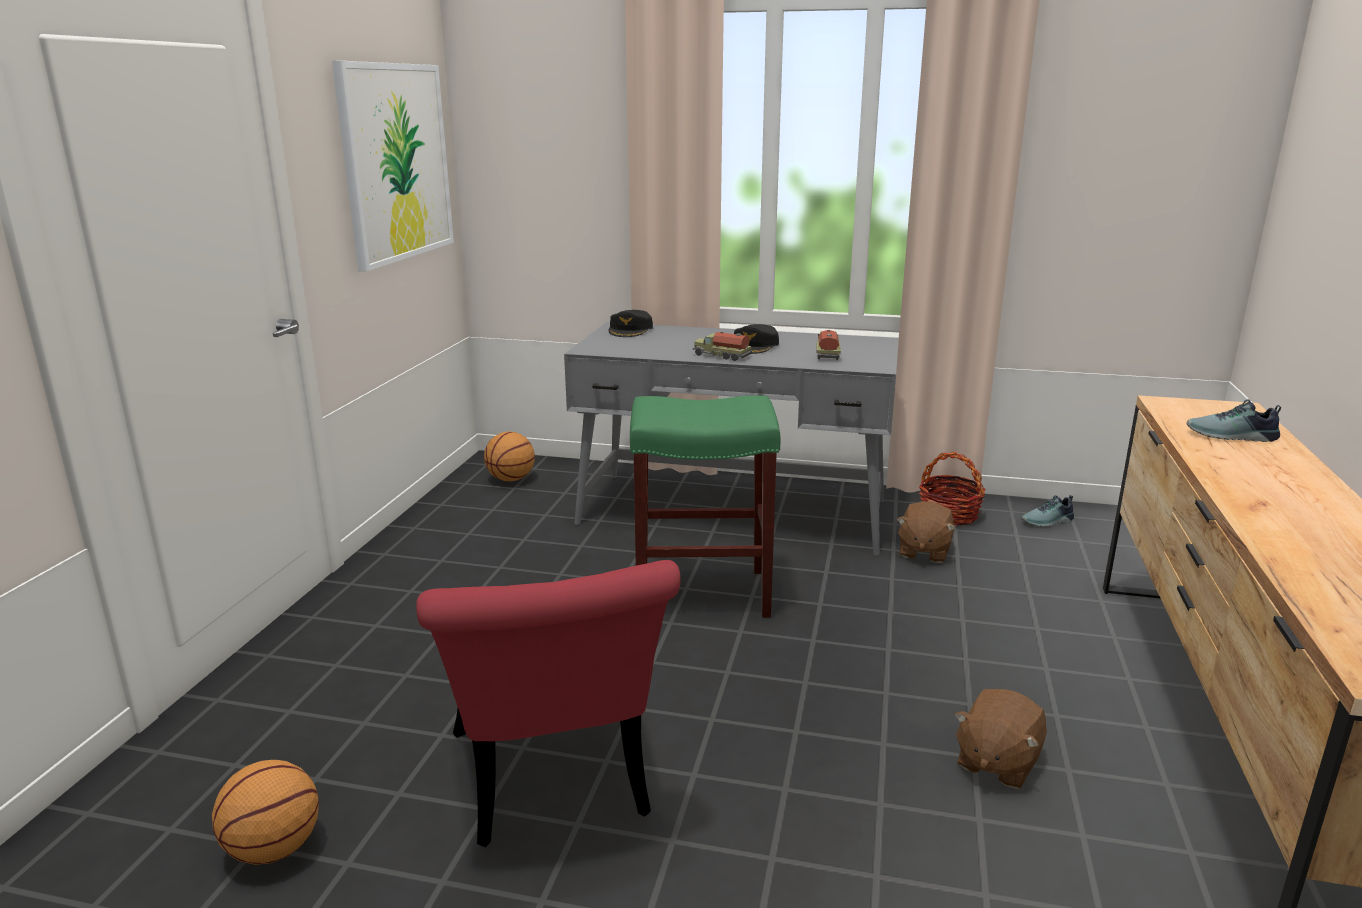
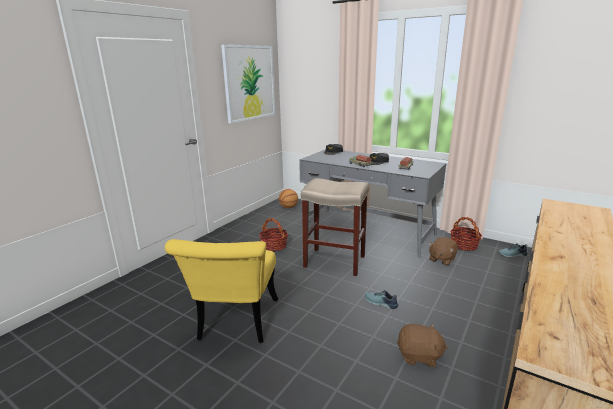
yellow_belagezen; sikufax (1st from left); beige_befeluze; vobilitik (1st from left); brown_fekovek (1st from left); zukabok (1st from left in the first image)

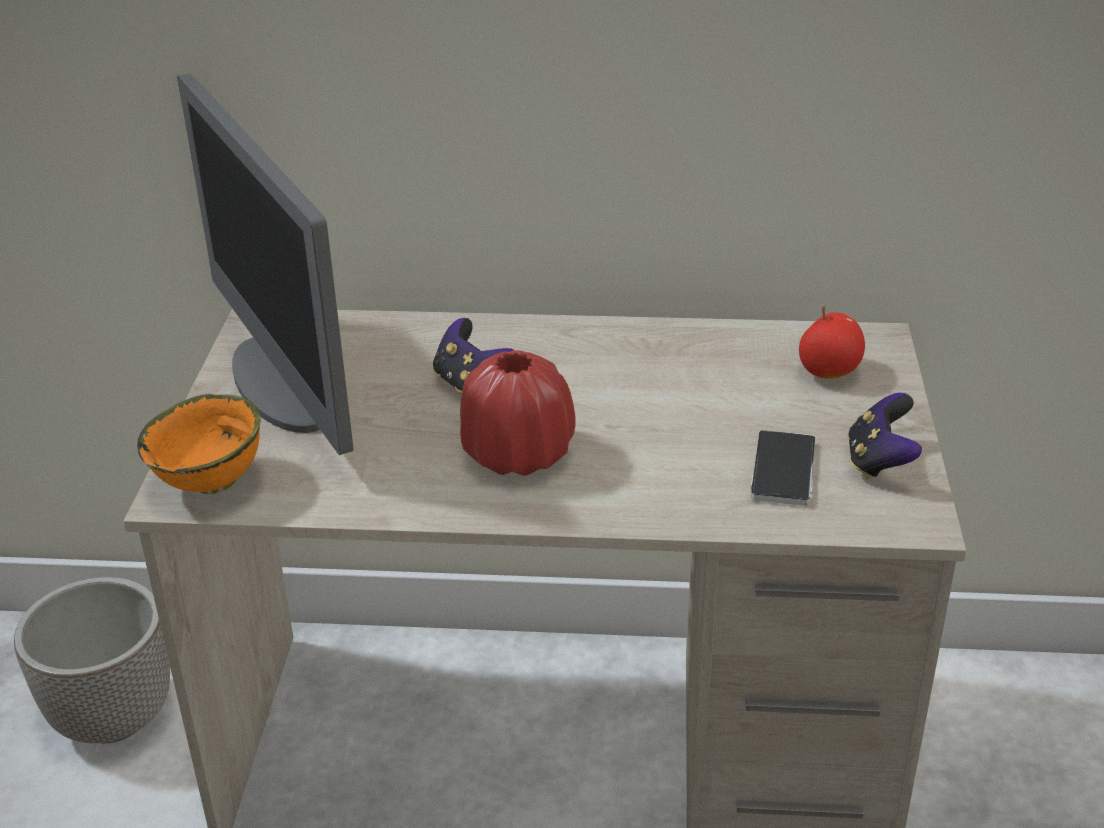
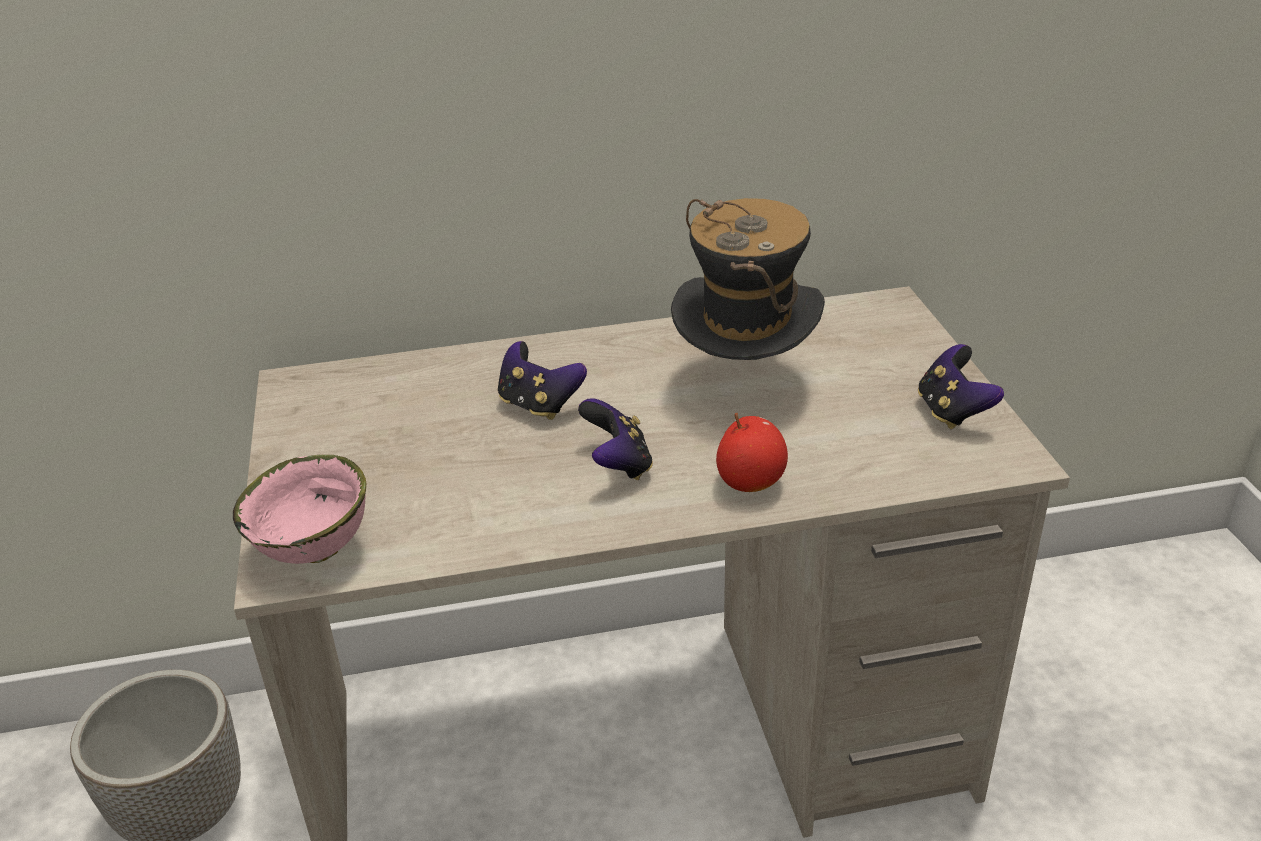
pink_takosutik; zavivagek (2nd from left); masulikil; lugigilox; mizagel; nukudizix

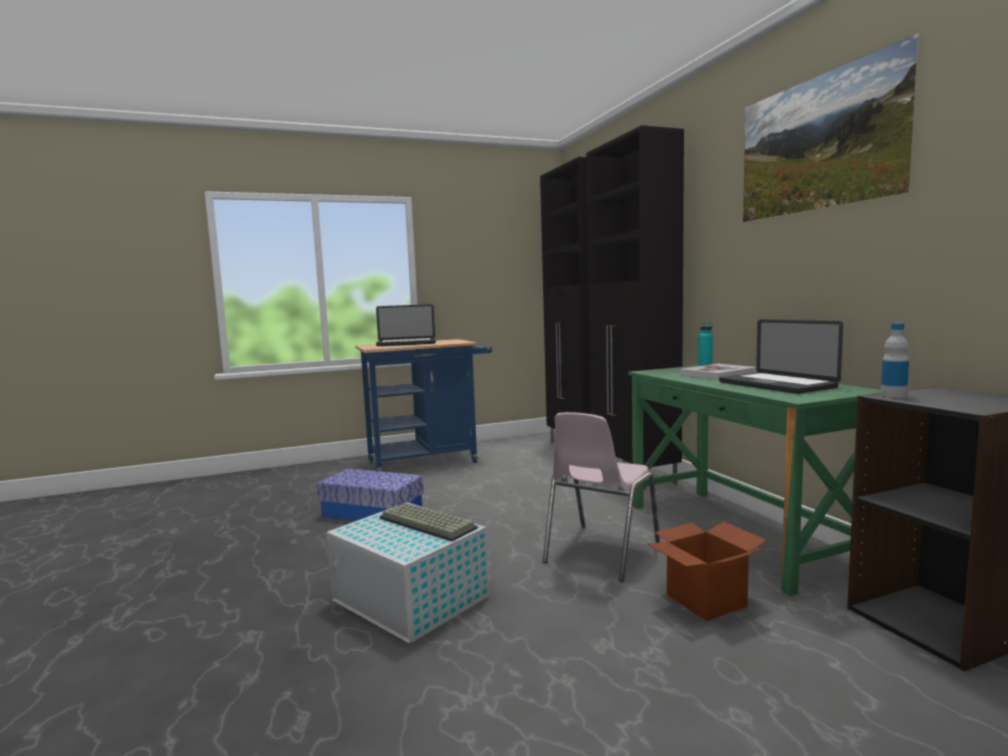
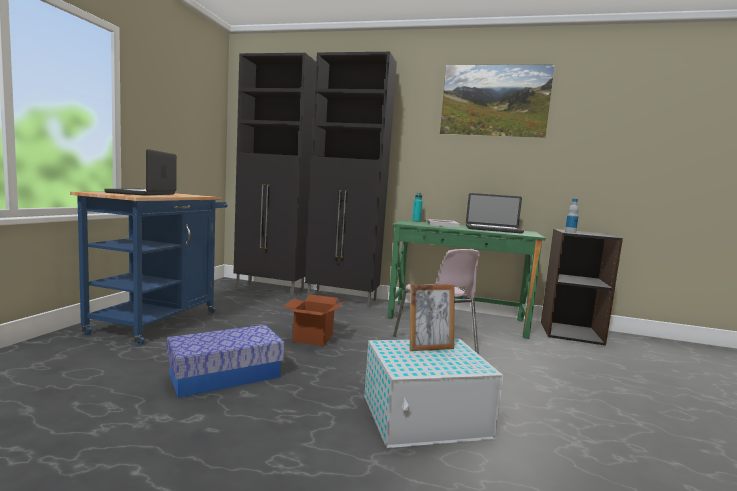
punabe (1st from left); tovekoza; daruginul

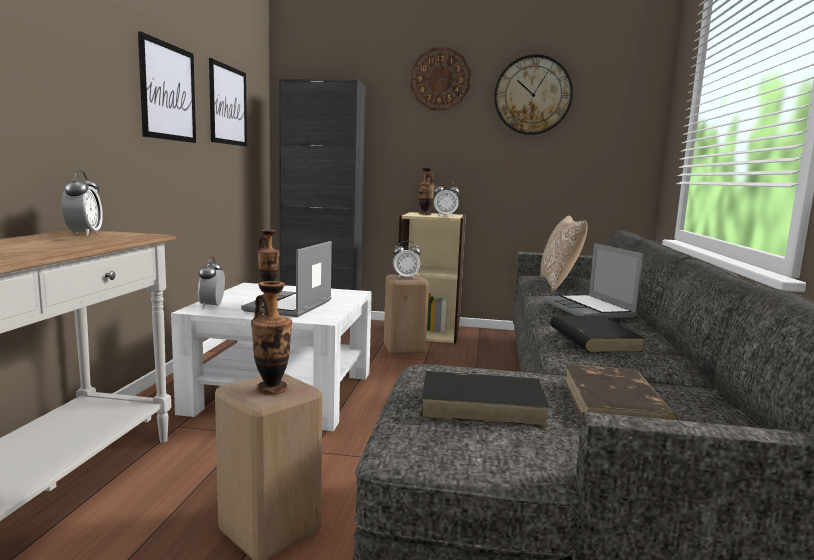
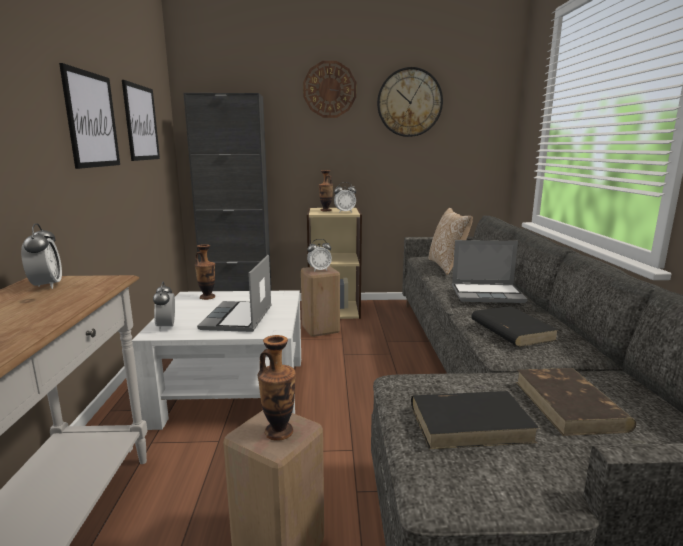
punabe (2nd from left)

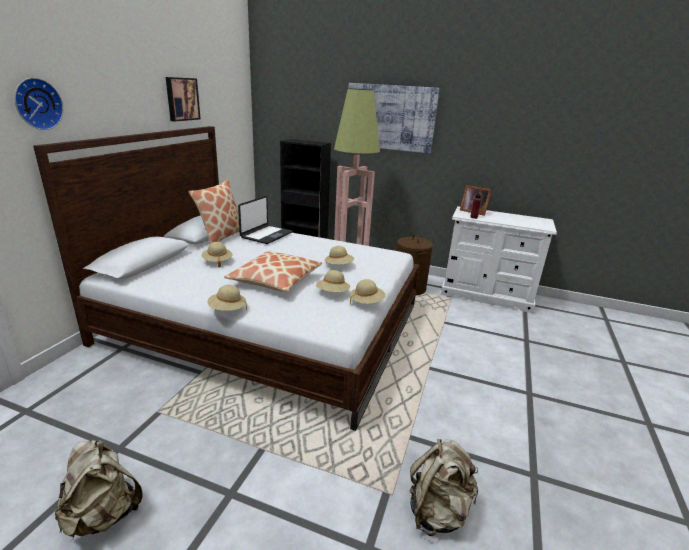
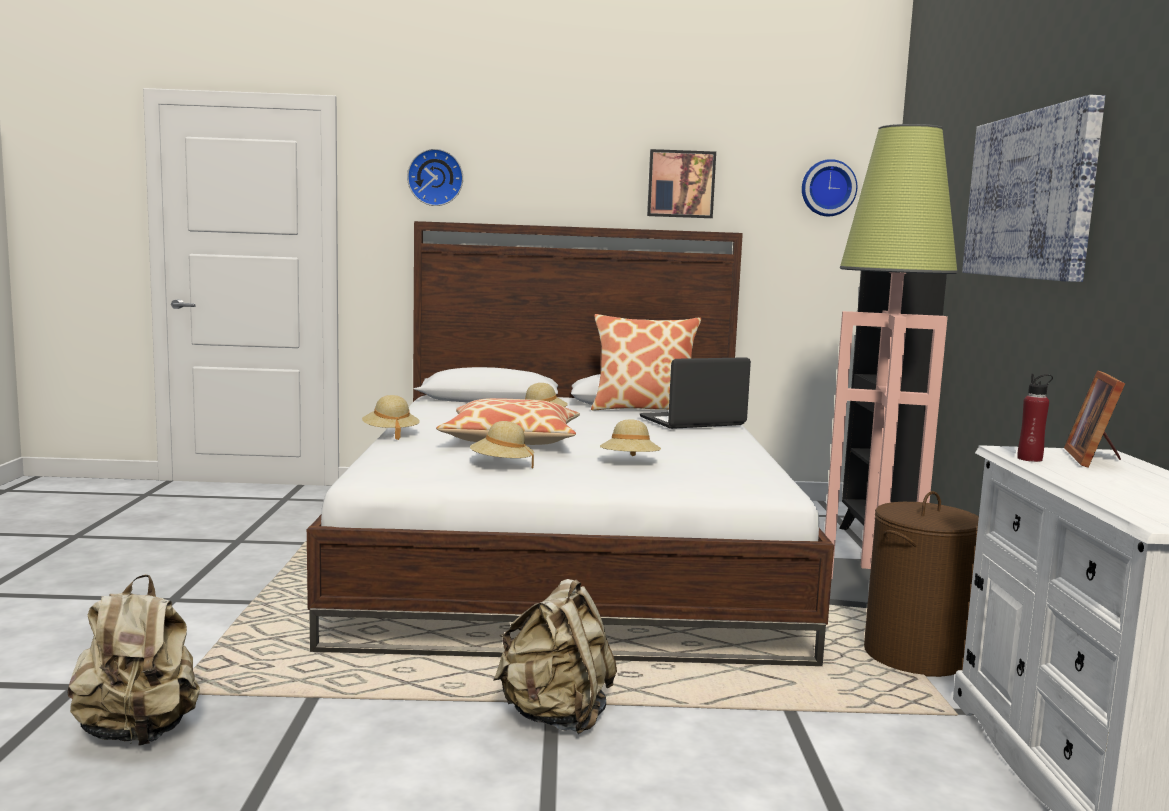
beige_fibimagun (2nd from left); punabe; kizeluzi (2nd from left); beige_masulikil (5th from left in the first image)

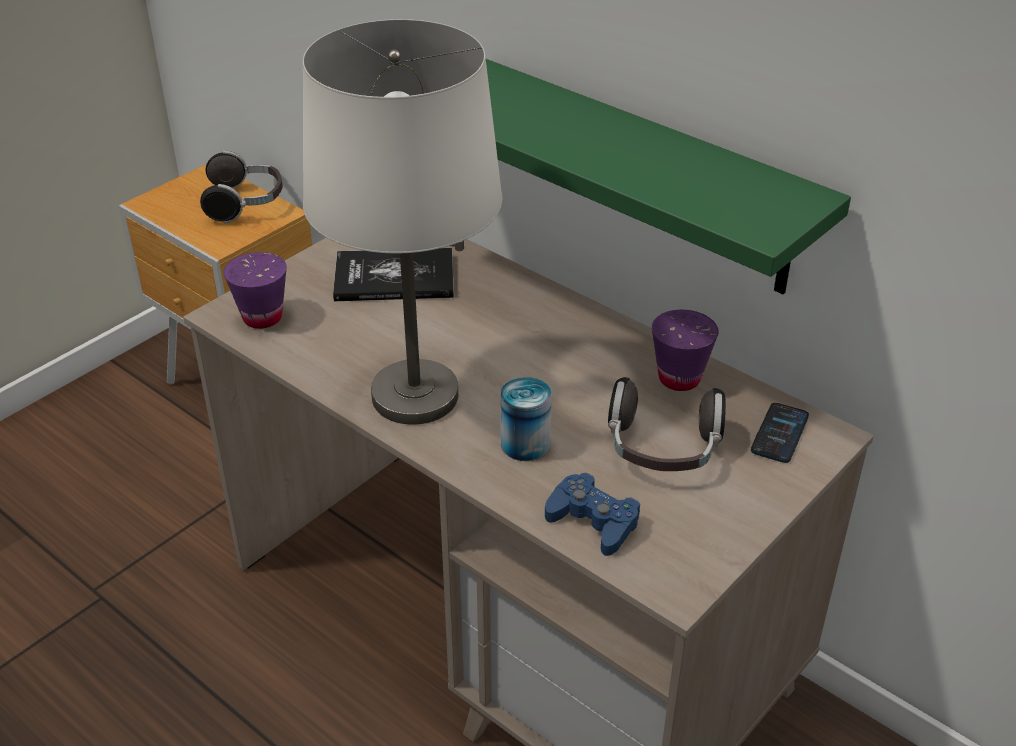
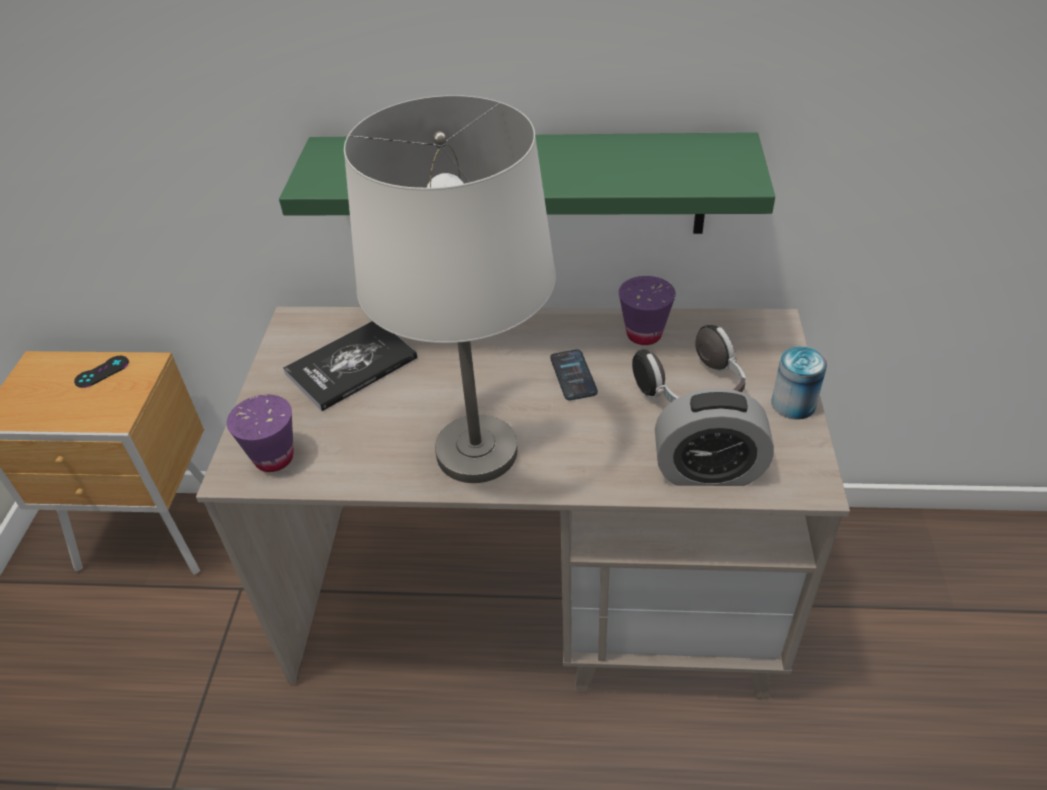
black_zavivagek; nukudizix; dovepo; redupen

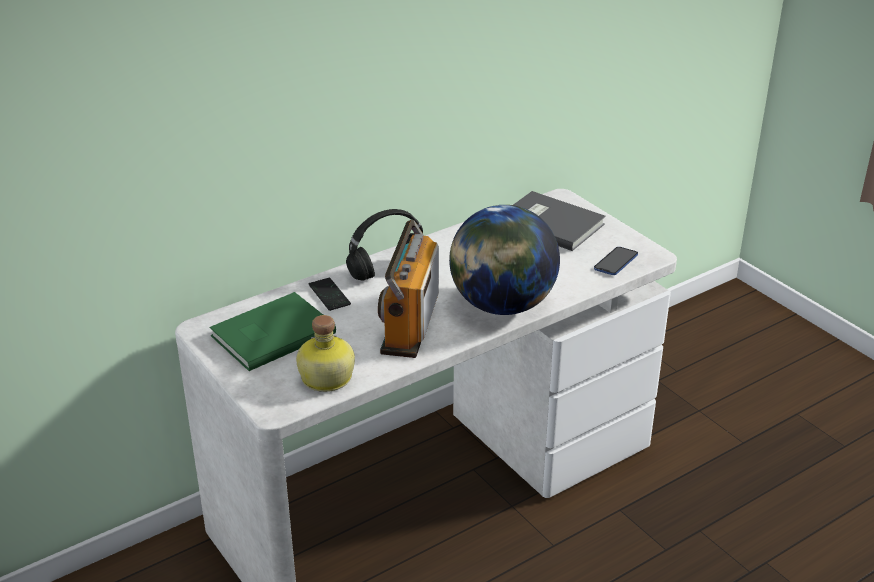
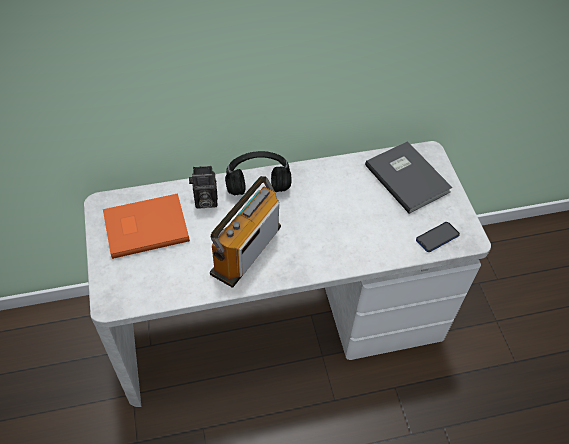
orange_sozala; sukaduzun; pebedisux; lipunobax

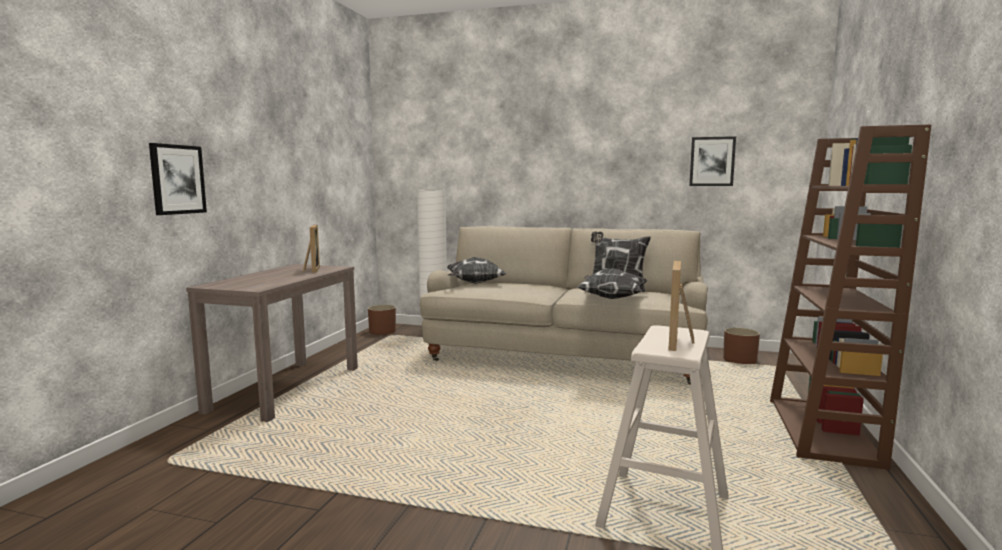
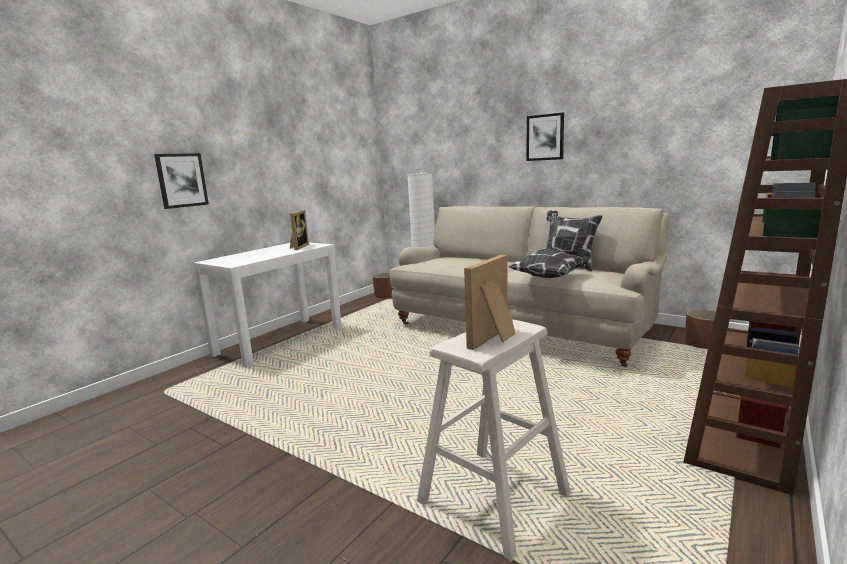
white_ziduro; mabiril (2nd from left); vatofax (1st from left in the first image)

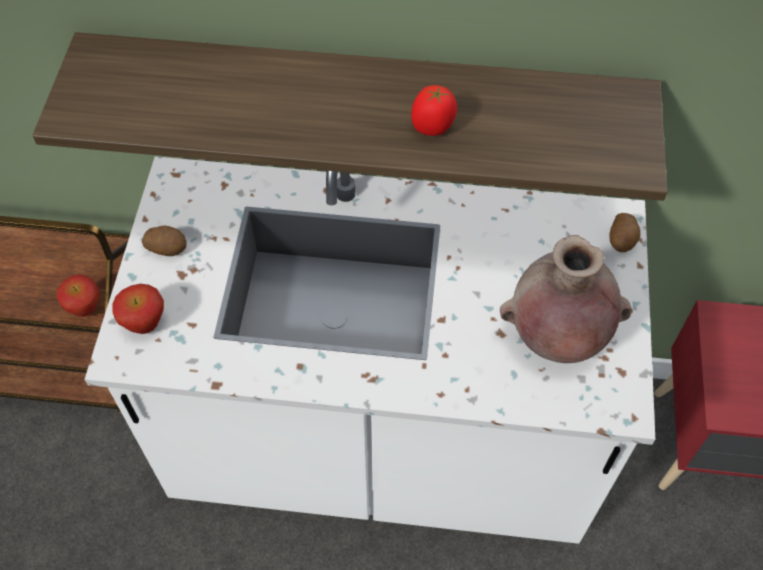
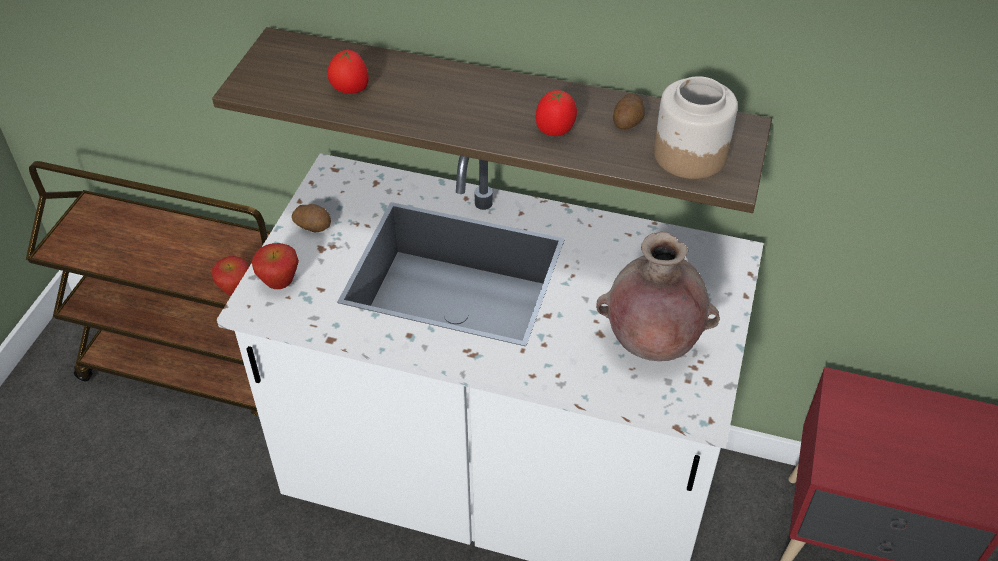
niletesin (1st from left); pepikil (2nd from left); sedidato

